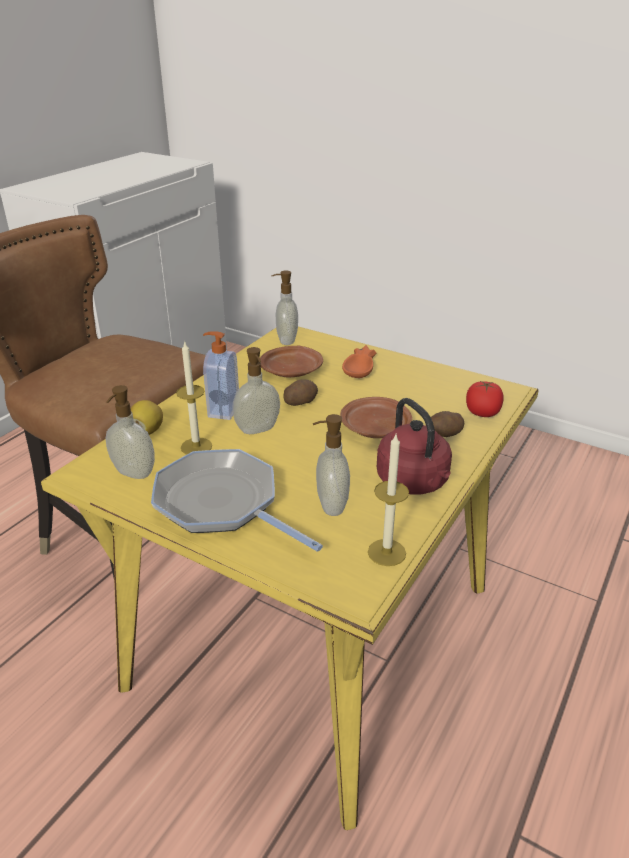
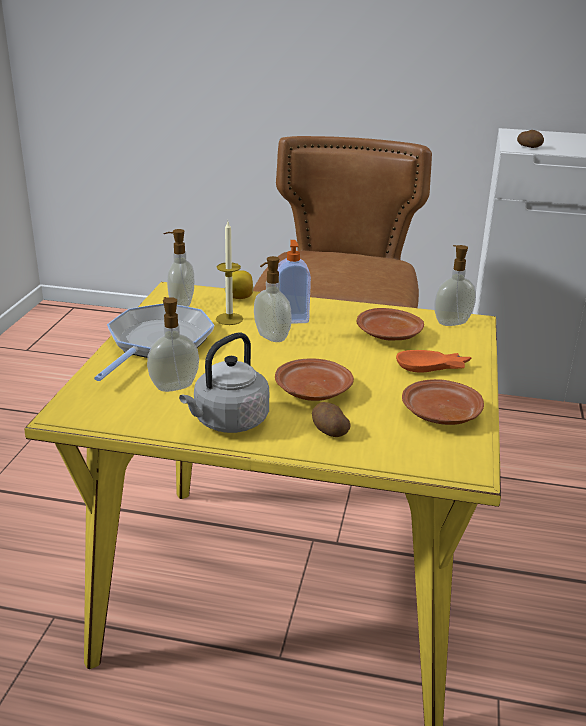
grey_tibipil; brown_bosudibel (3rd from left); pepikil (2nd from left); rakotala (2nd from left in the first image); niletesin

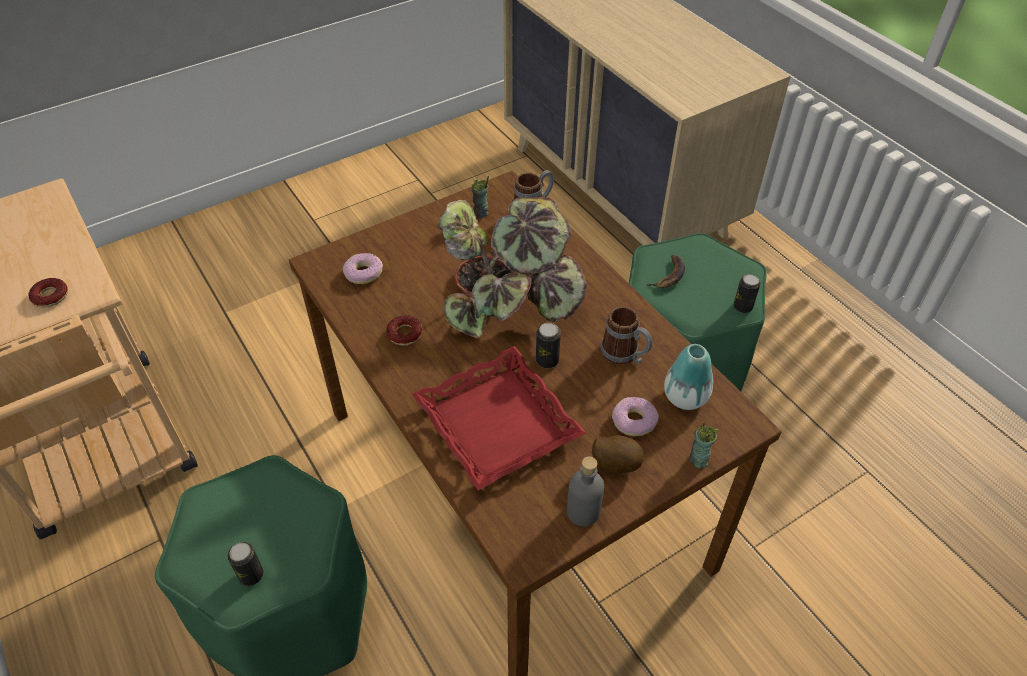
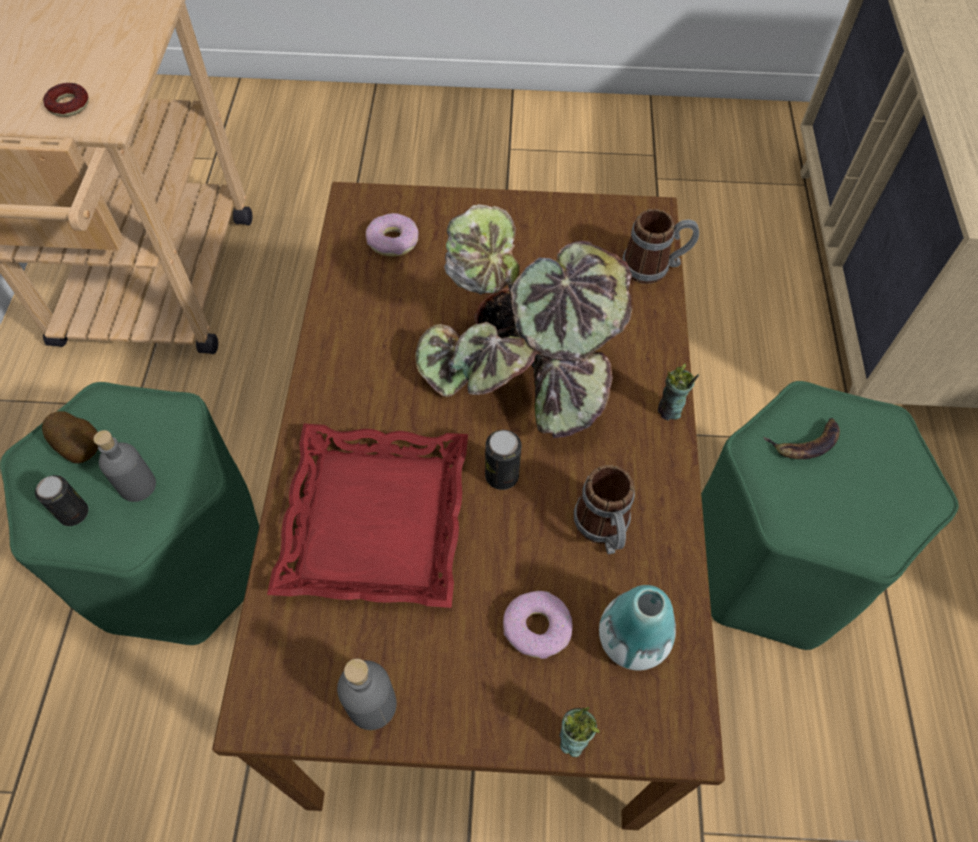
pepikil; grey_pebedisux (1st from left); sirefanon (2nd from left); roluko (3rd from left in the first image); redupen (3rd from left in the first image)

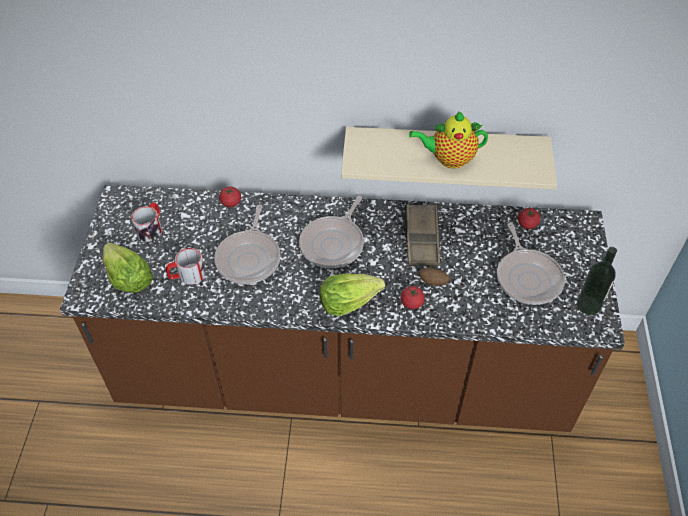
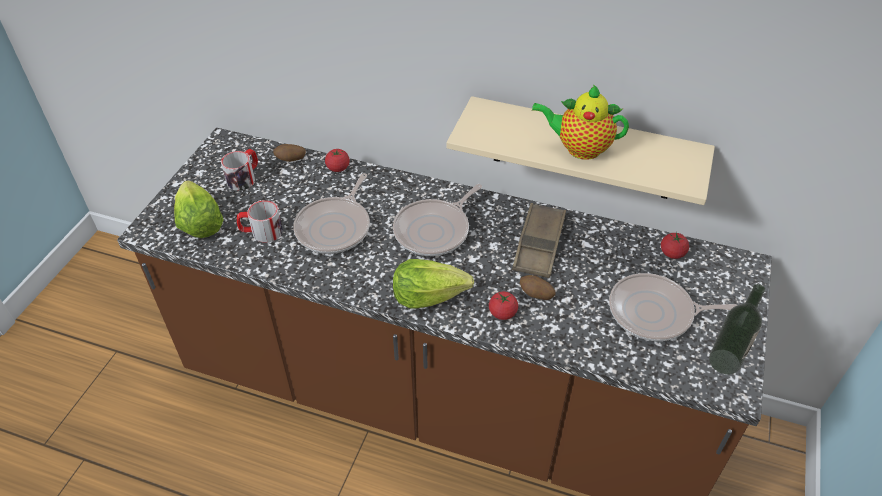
pepikil (1st from left); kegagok (3rd from left)

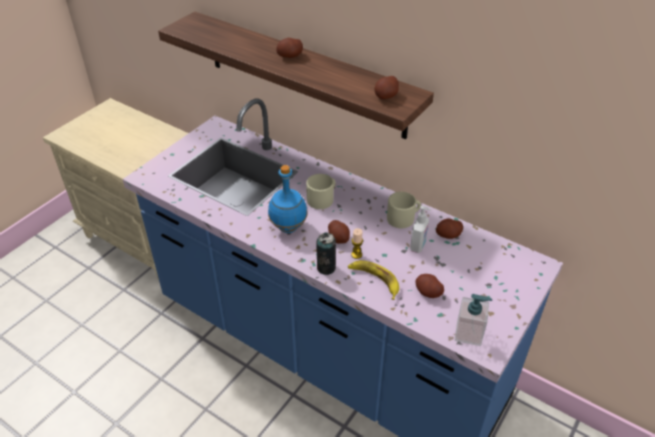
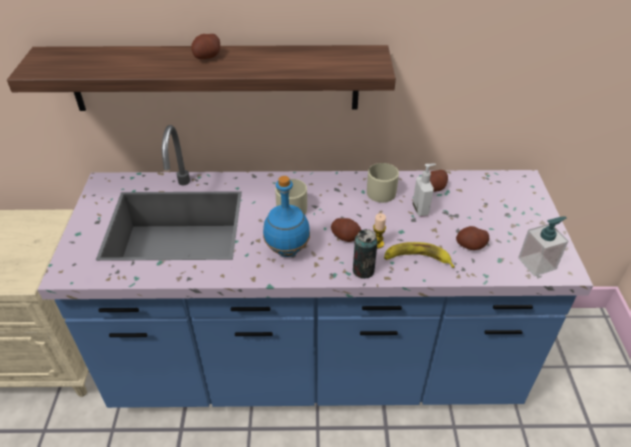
pepikil (3rd from left in the first image)

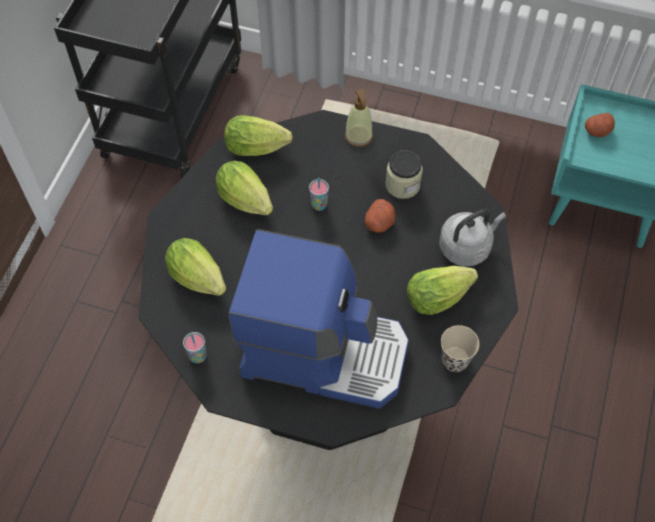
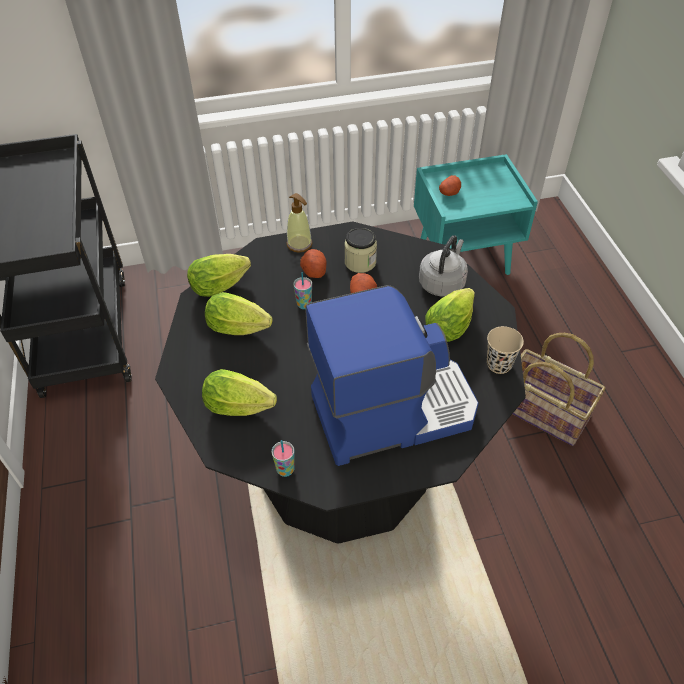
pepikil (1st from left); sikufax

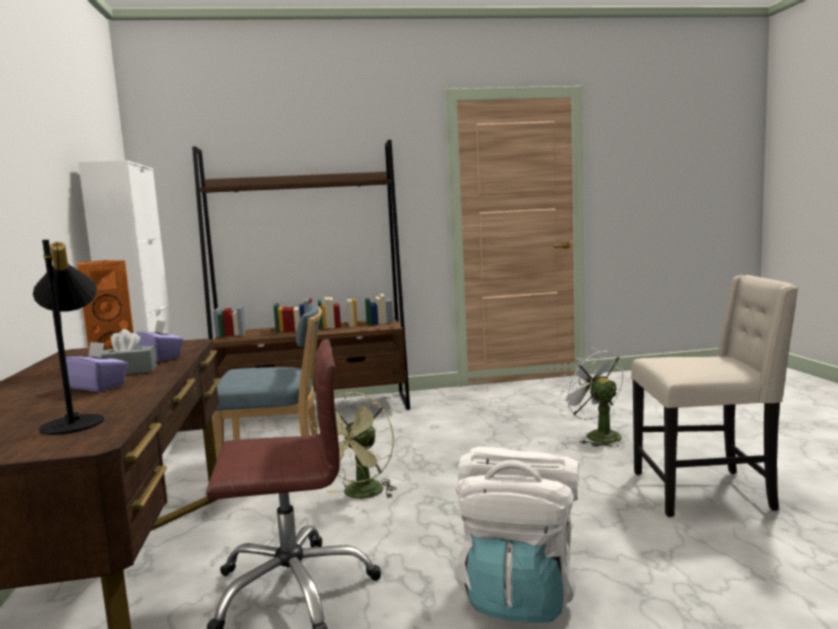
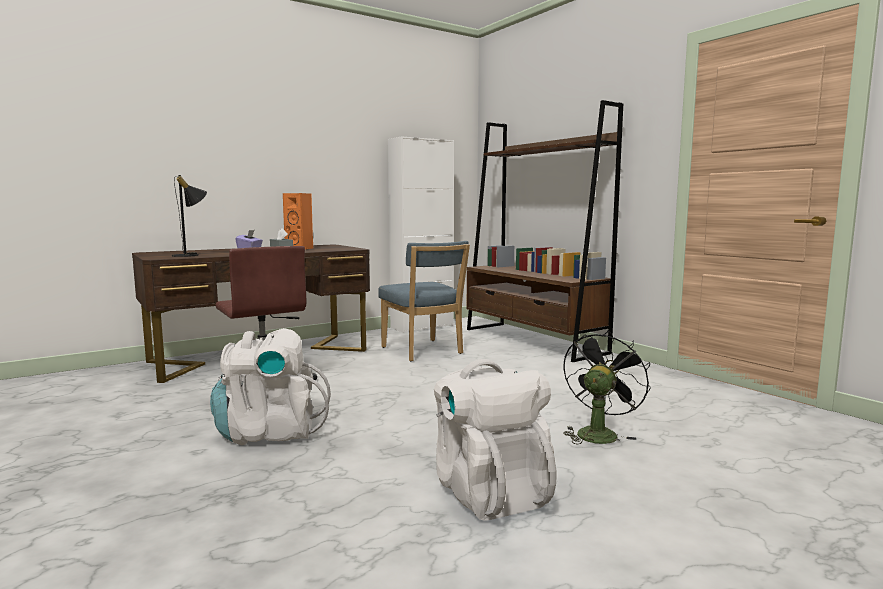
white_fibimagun (2nd from left); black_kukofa; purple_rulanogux (2nd from left in the first image); green_kukofa

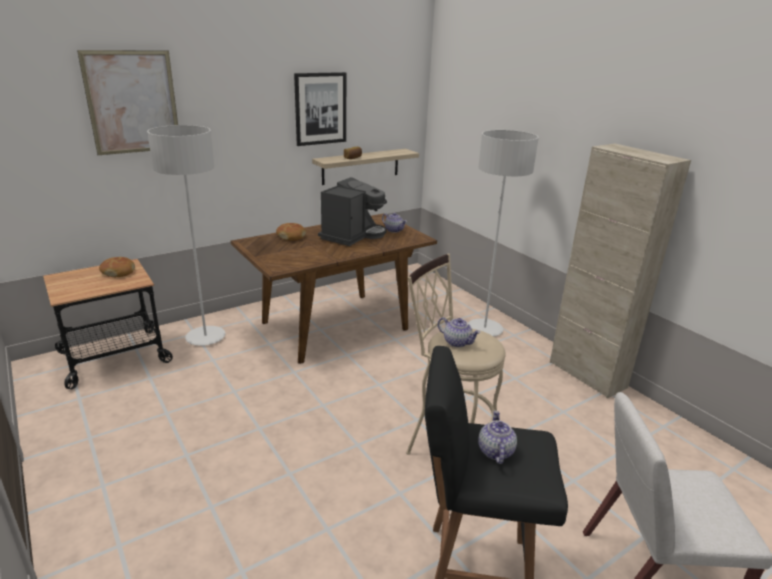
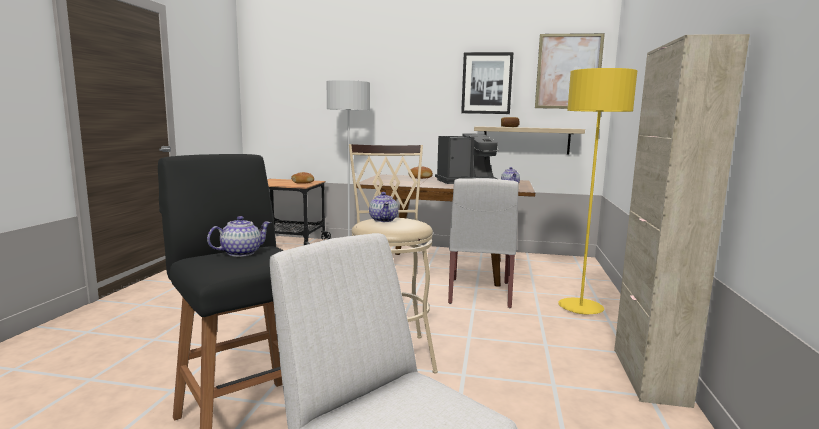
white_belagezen (2nd from left); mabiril (2nd from left); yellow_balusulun

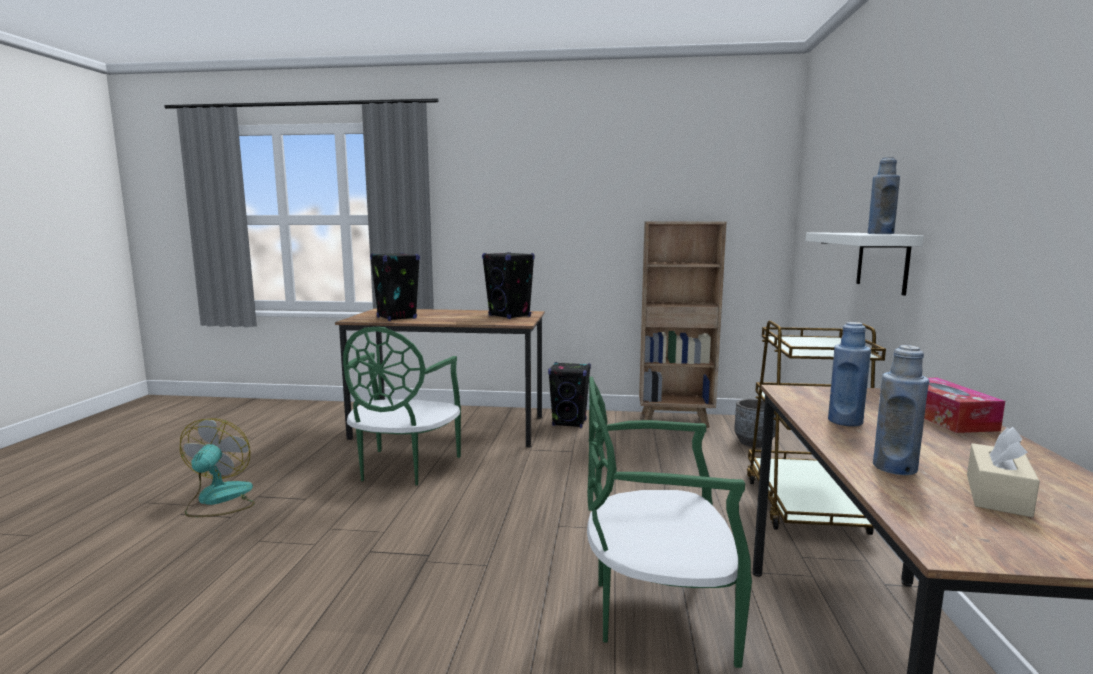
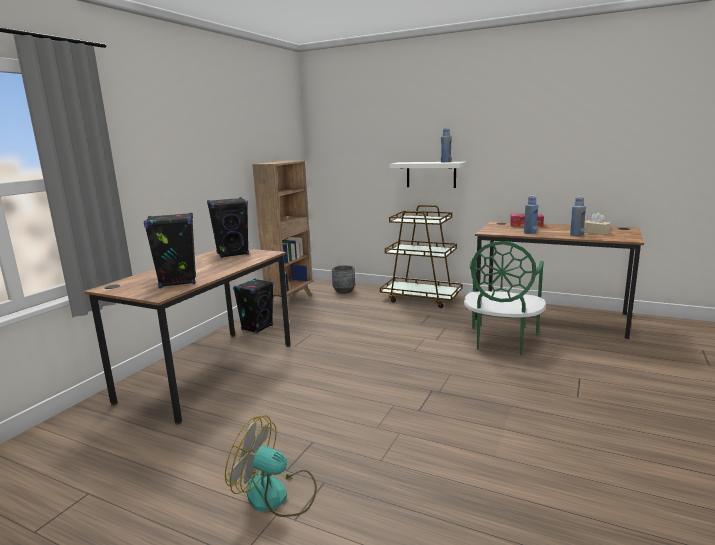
green_belagezen (1st from left in the first image)

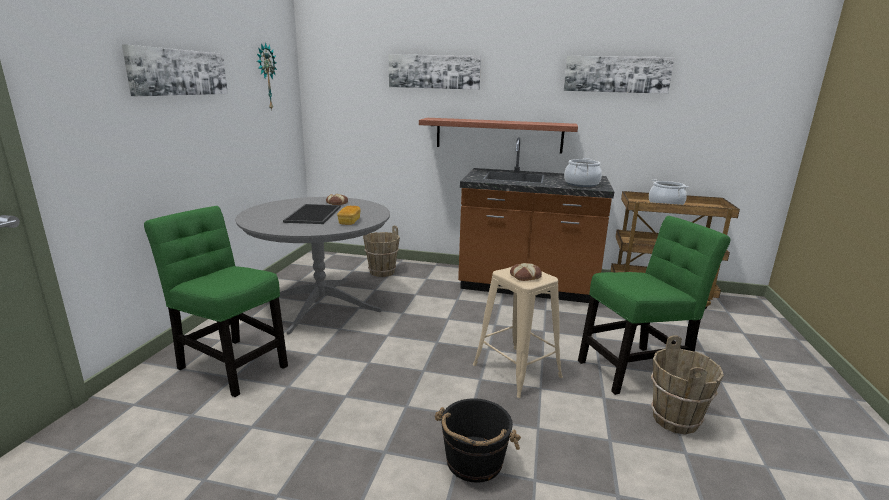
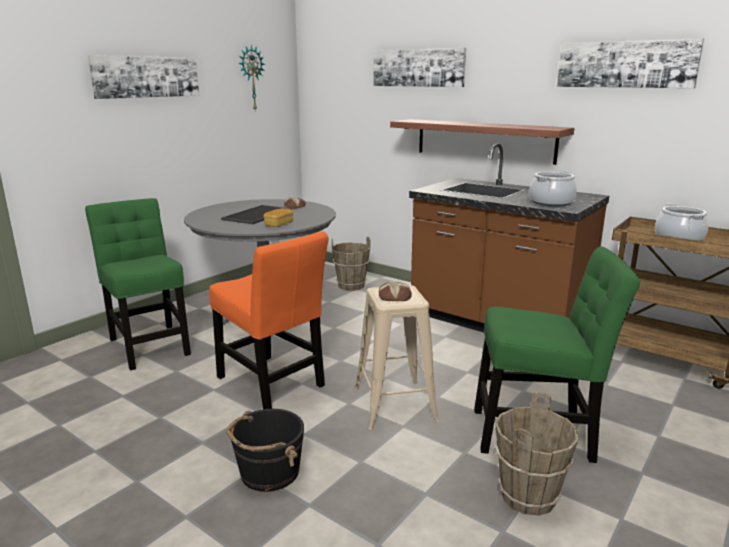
orange_belagezen

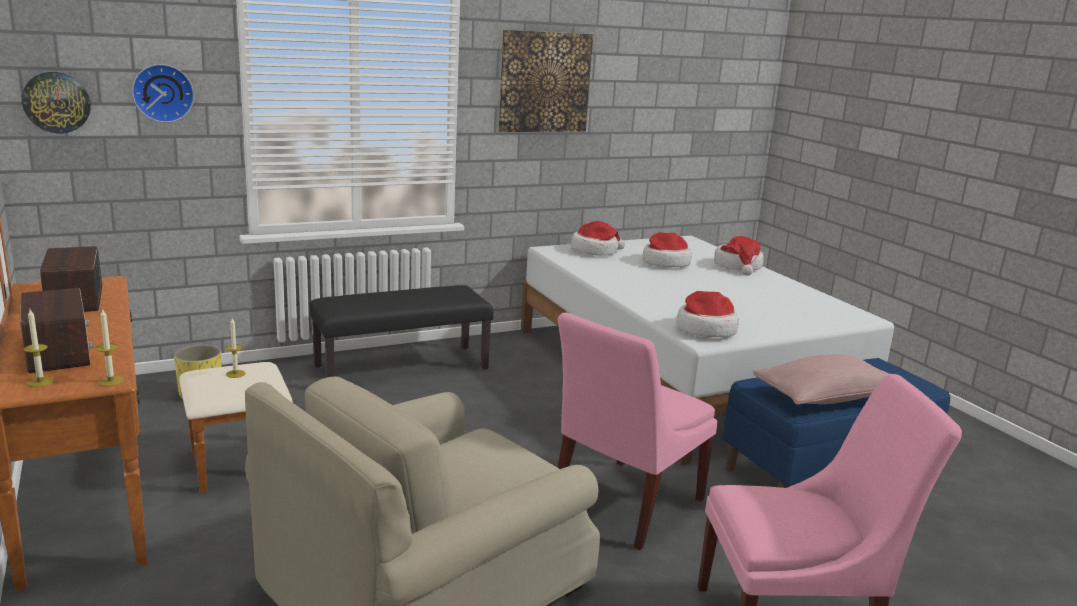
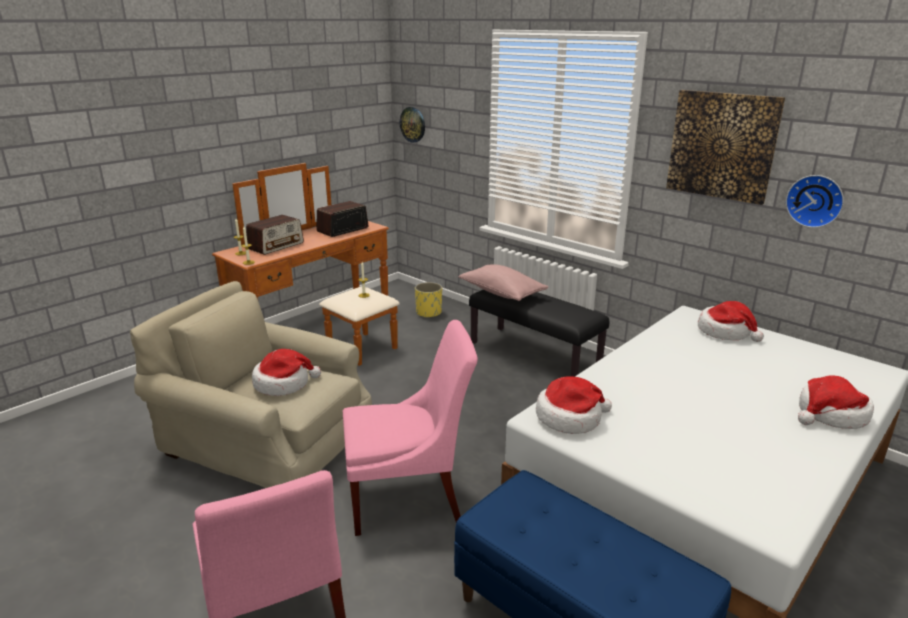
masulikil (1st from left); pink_belagezen (2nd from left); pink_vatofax; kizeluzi (2nd from left)

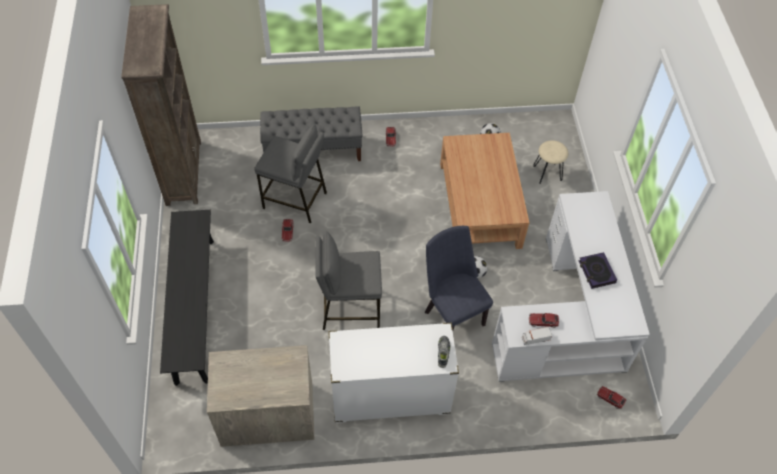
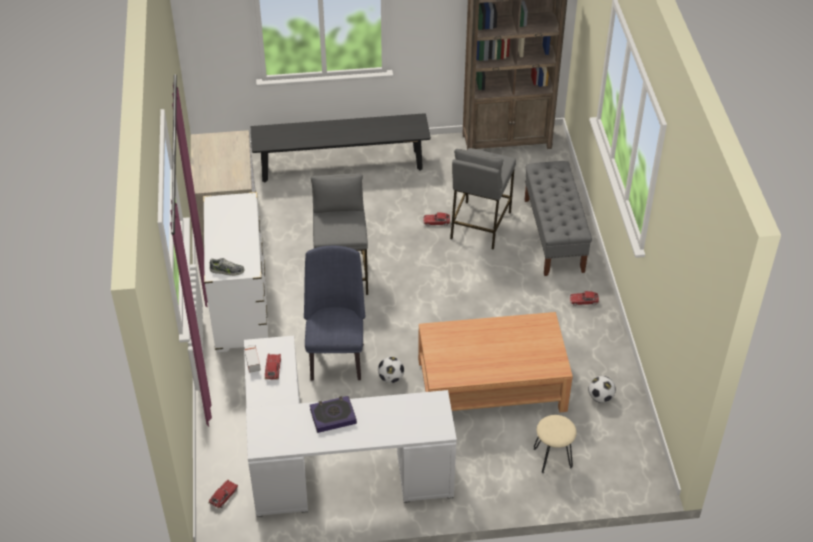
blue_belagezen

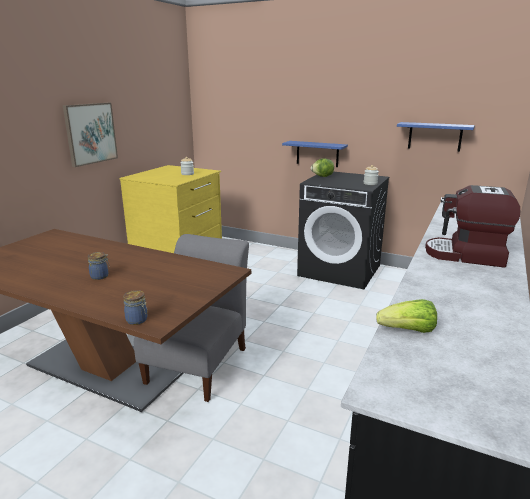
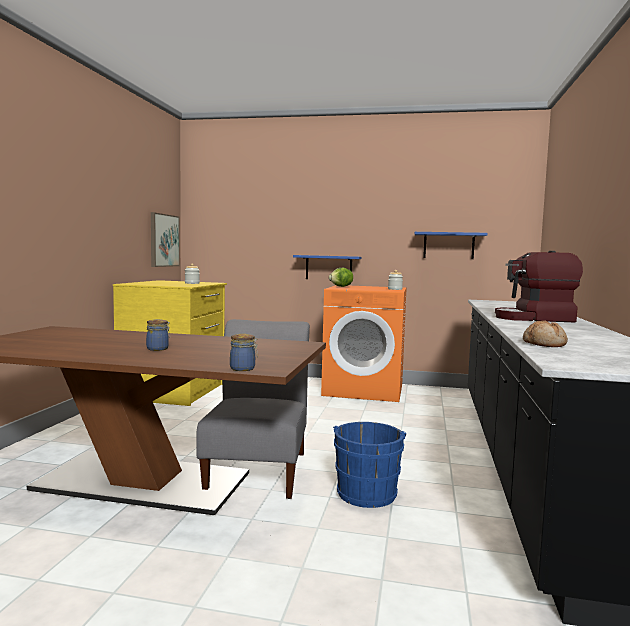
mabiril; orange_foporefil; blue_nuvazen; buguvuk

